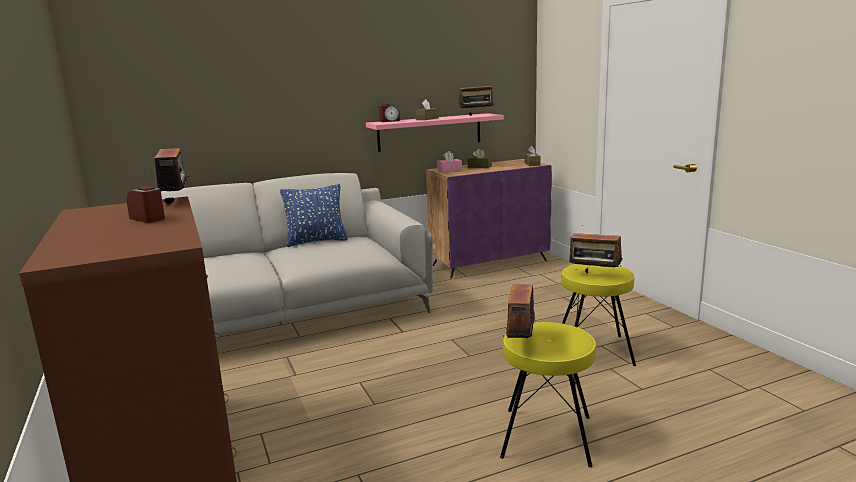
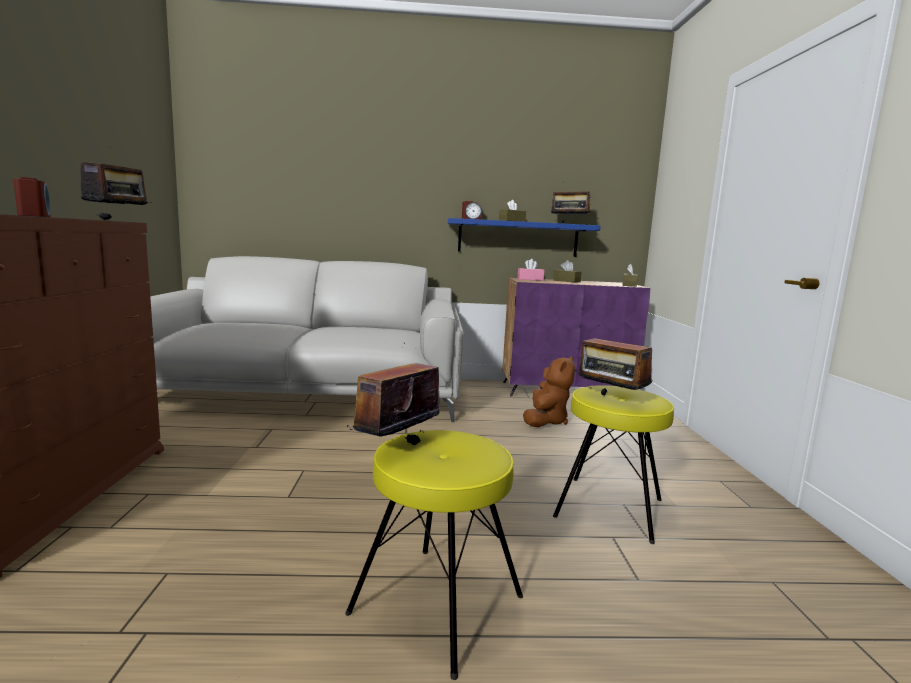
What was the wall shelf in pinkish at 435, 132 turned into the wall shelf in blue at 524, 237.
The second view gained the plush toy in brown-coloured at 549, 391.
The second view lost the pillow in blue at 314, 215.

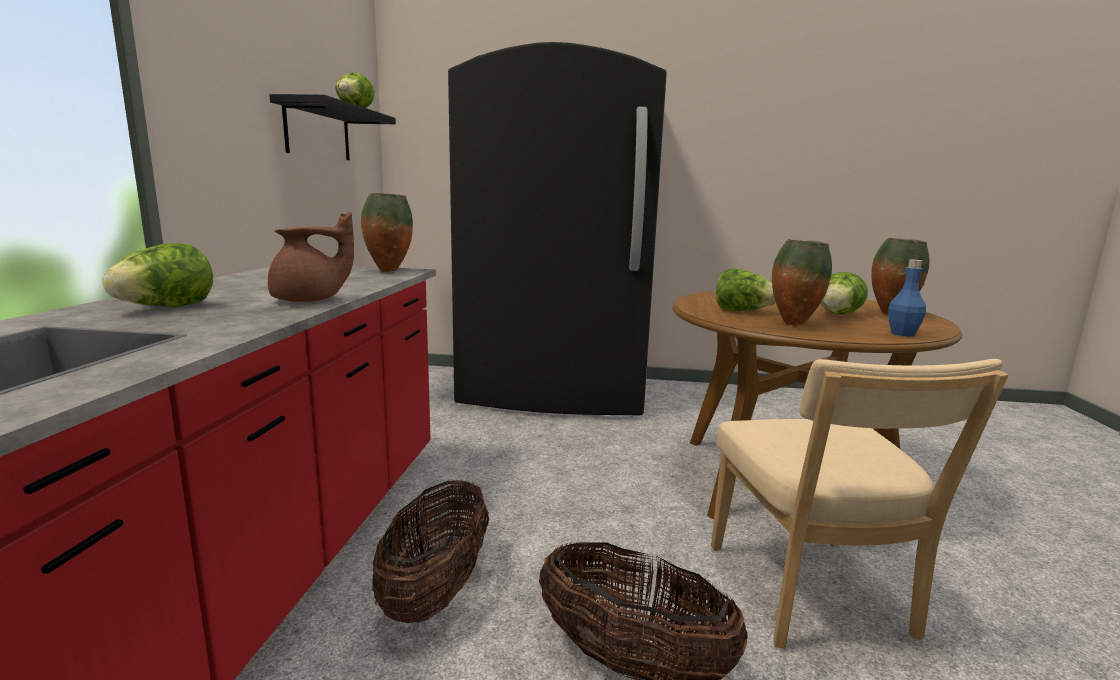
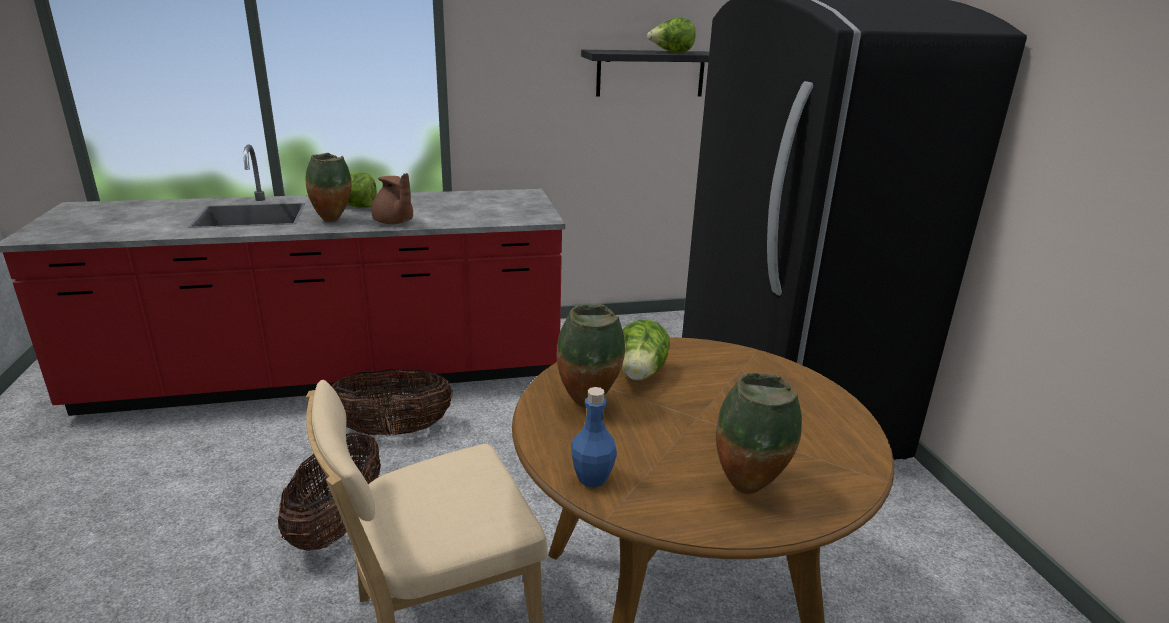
The vase ended up elsewhere, having gone from 387, 232 to 329, 187.
The second view lost the lettuce at 844, 293.

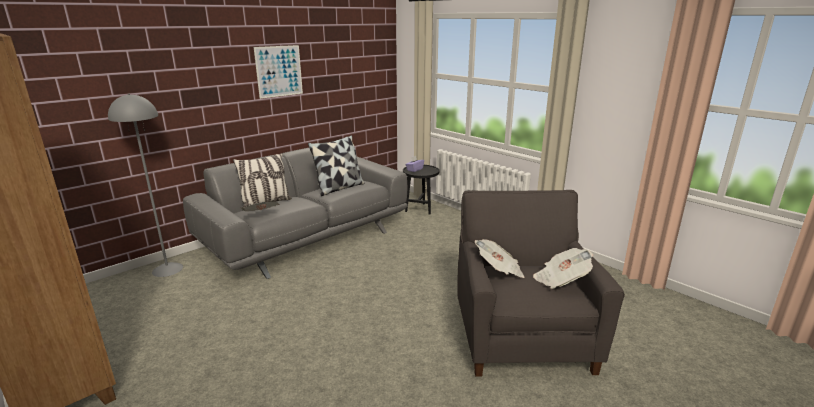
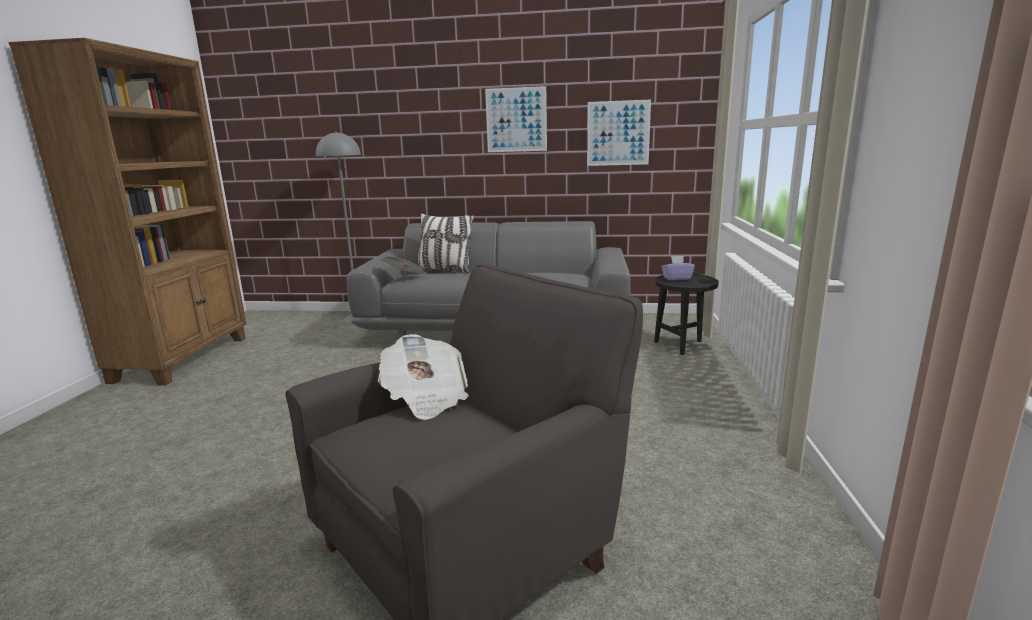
The second view gained the wall art at 619, 132.
The second view lost the pillow at 336, 165.
The second view lost the newspaper at 563, 268.

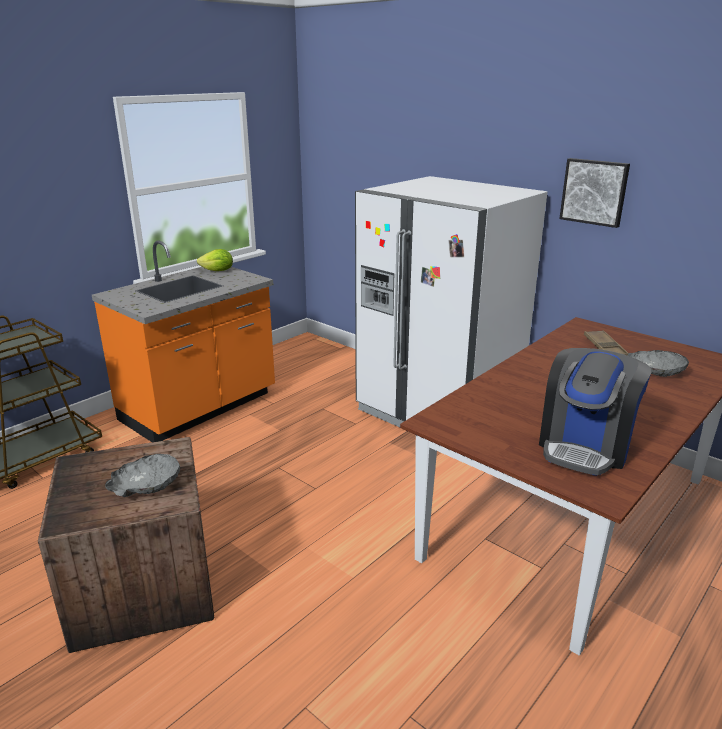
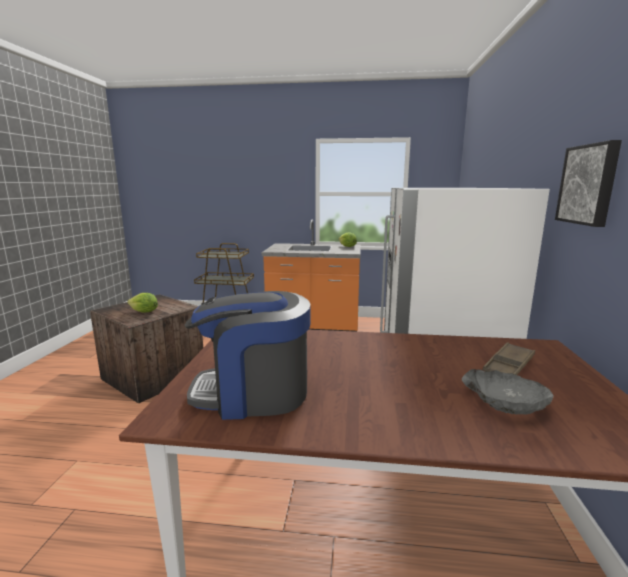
Where the deep dish in greyish stood at 142, 475, the lettuce came to stand at 142, 302.

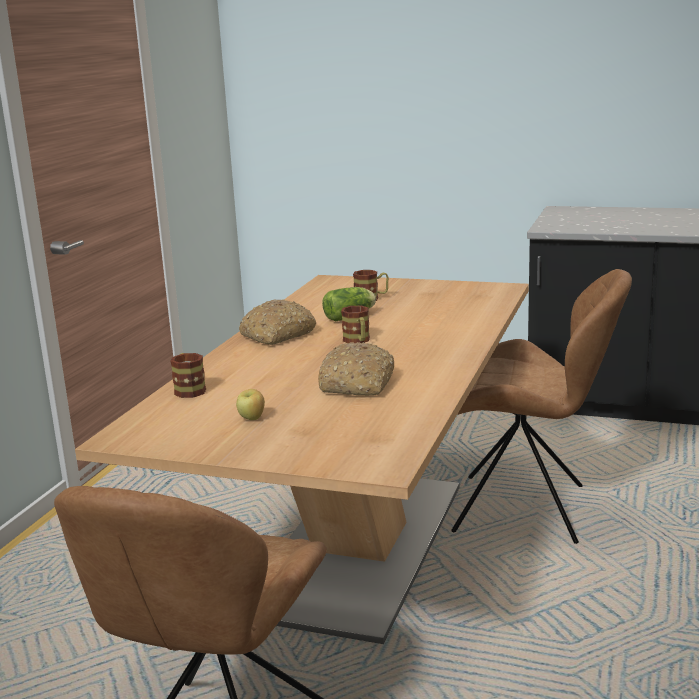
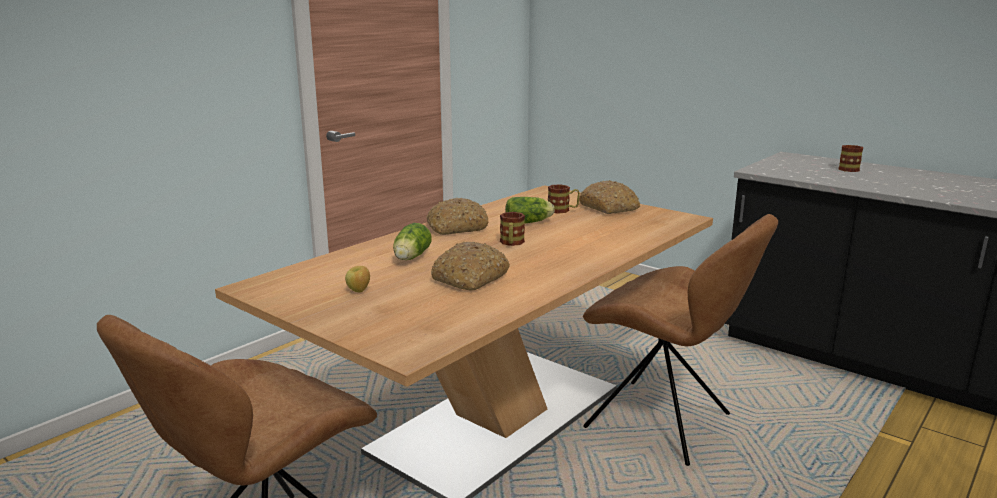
The second view gained the lettuce at 412, 241.
The second view gained the bread at 609, 197.
The tea mug ended up elsewhere, having gone from 188, 375 to 850, 158.

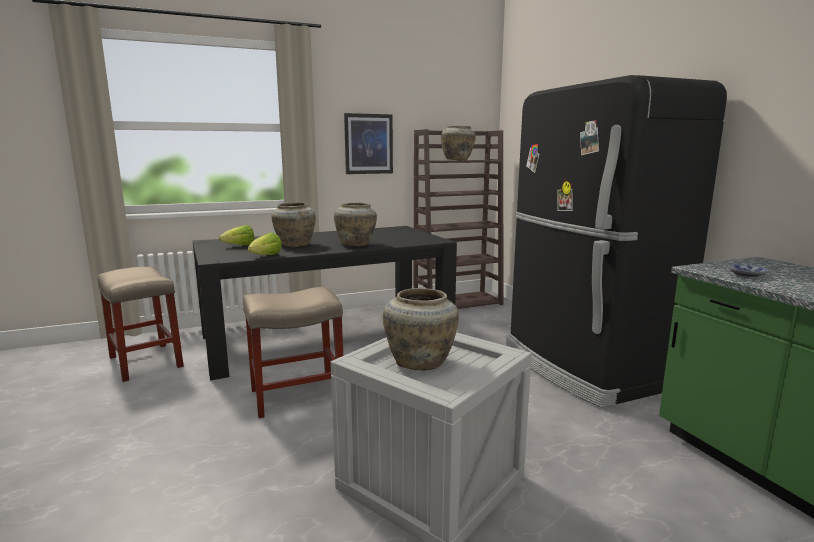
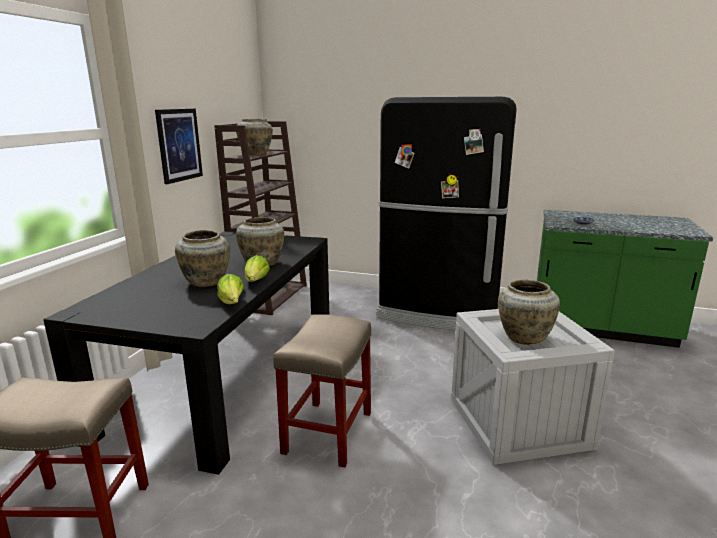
The lettuce ended up elsewhere, having gone from 236, 235 to 257, 268.

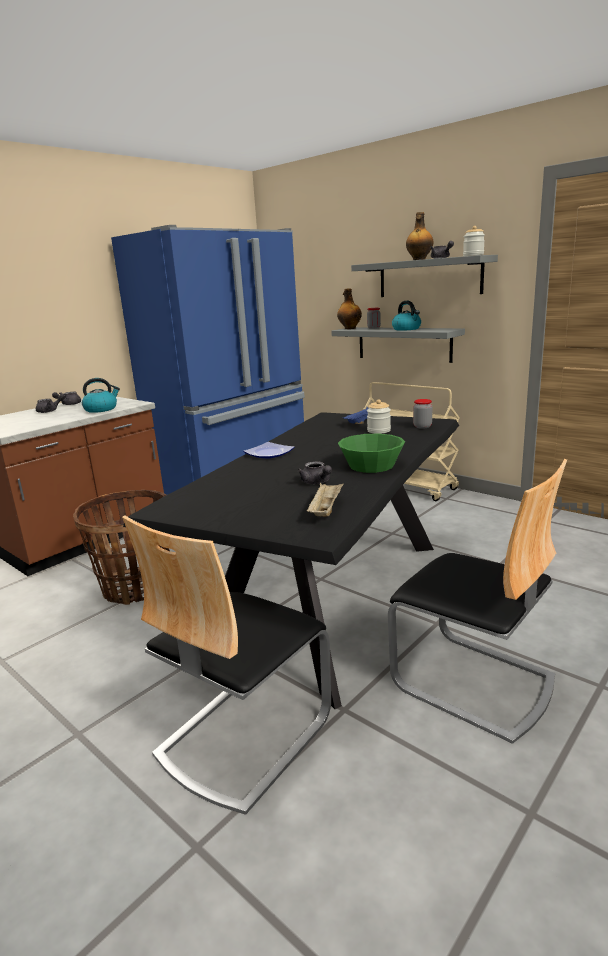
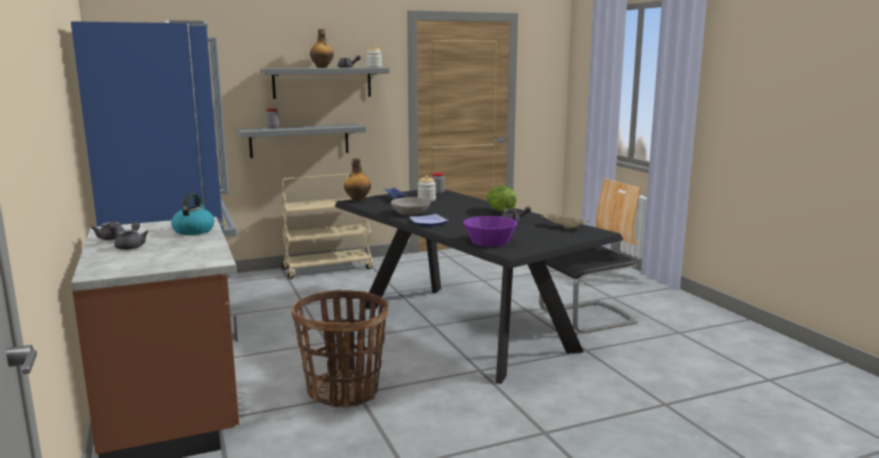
The drink bottle ended up elsewhere, having gone from 349, 308 to 357, 180.
The second view gained the deep dish in greyish at 411, 206.
The second view gained the deep dish in purple-coloured at 491, 231.
Where the deep dish in green stood at 371, 453, the lettuce came to stand at 501, 199.
The second view lost the upright chair at 226, 665.
The second view lost the tea kettle at 406, 316.

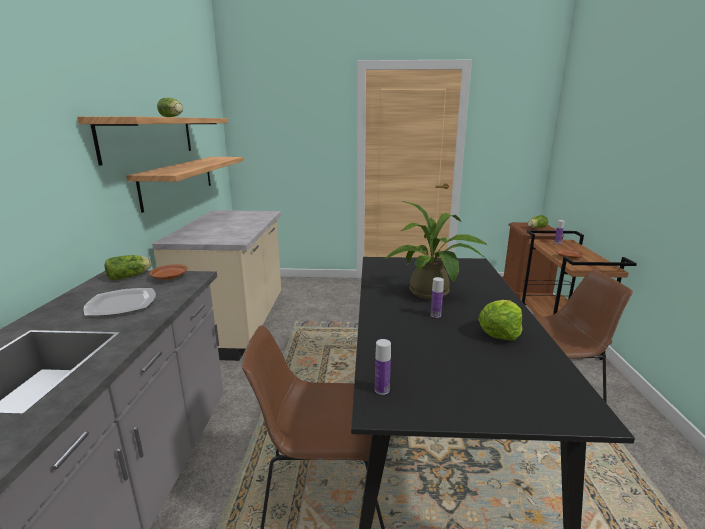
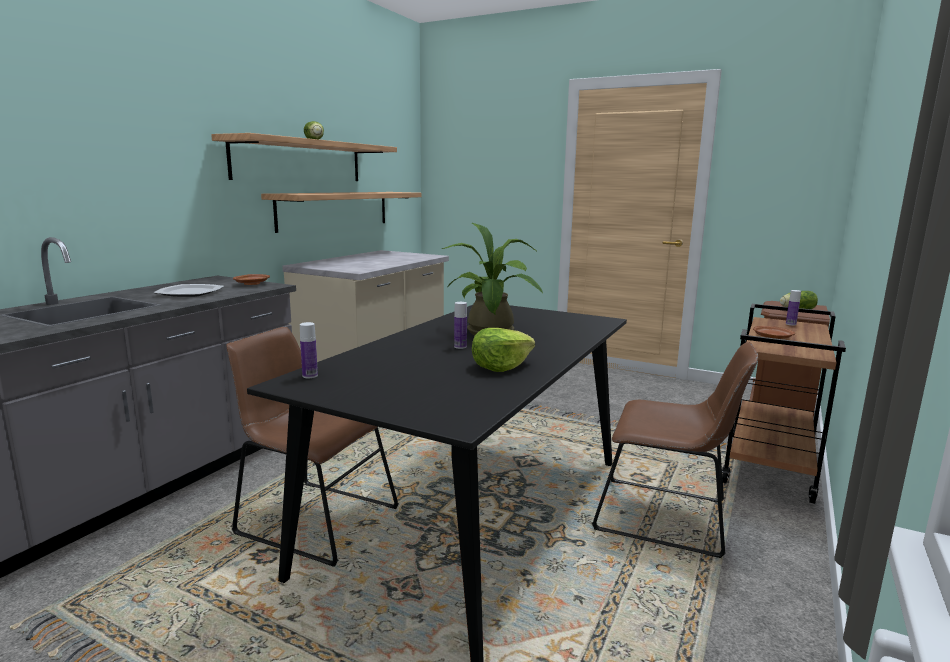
The second view lost the lettuce at 127, 268.

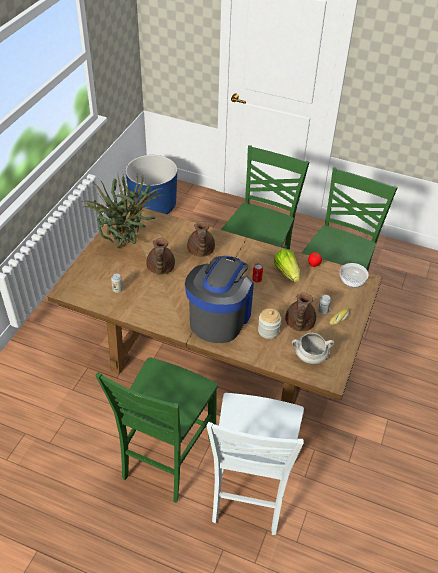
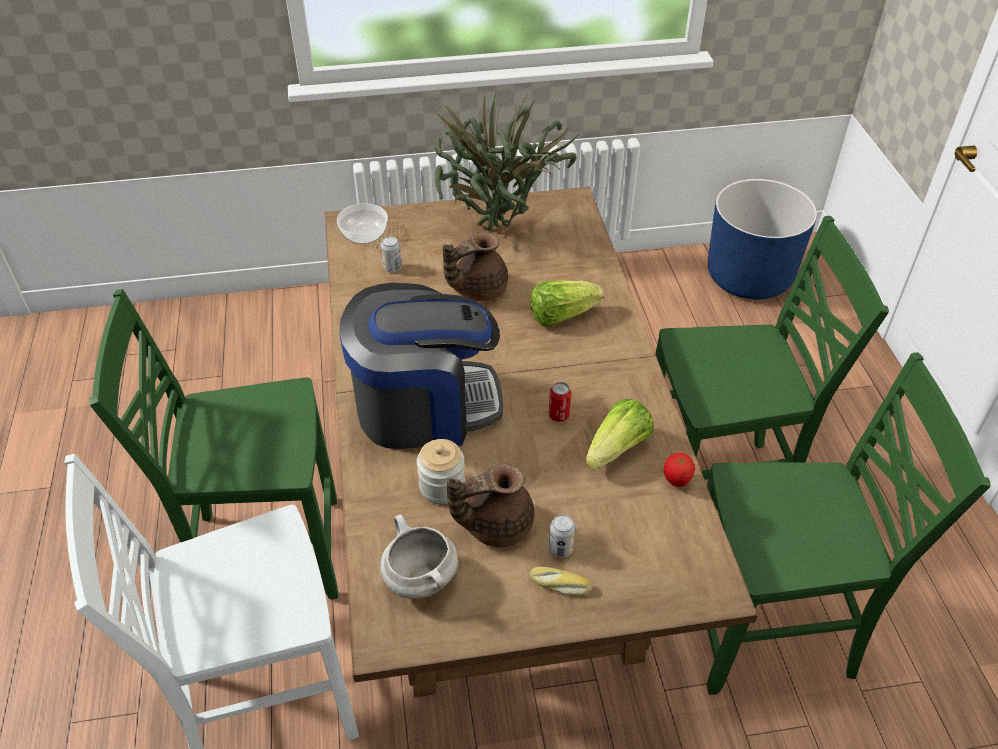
The deep dish ended up elsewhere, having gone from 354, 275 to 362, 223.
Where the tea pot in brown-coloured stood at 201, 239, the lettuce came to stand at 567, 303.

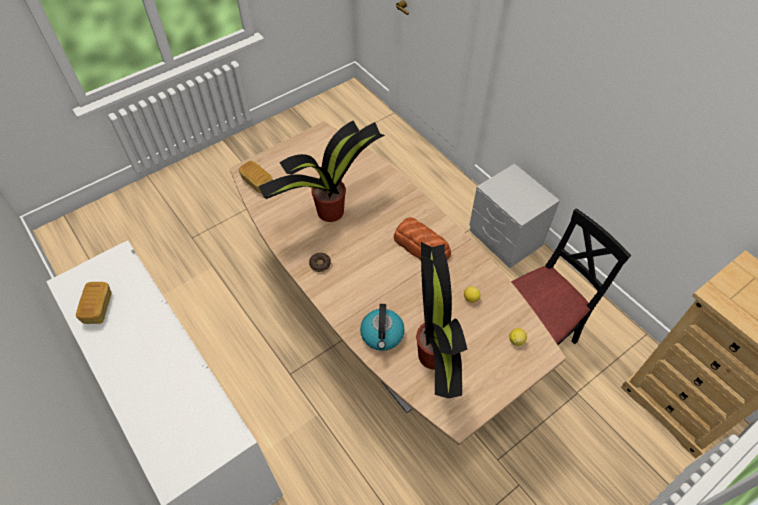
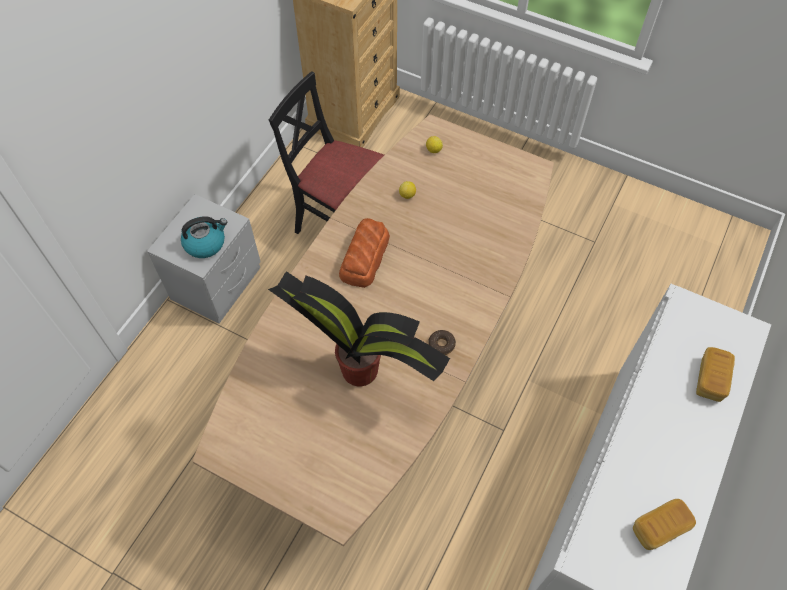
The tea kettle ended up elsewhere, having gone from 382, 327 to 204, 237.
The bread ended up elsewhere, having gone from 256, 177 to 715, 374.
The second view lost the plant in a pot at 441, 320.

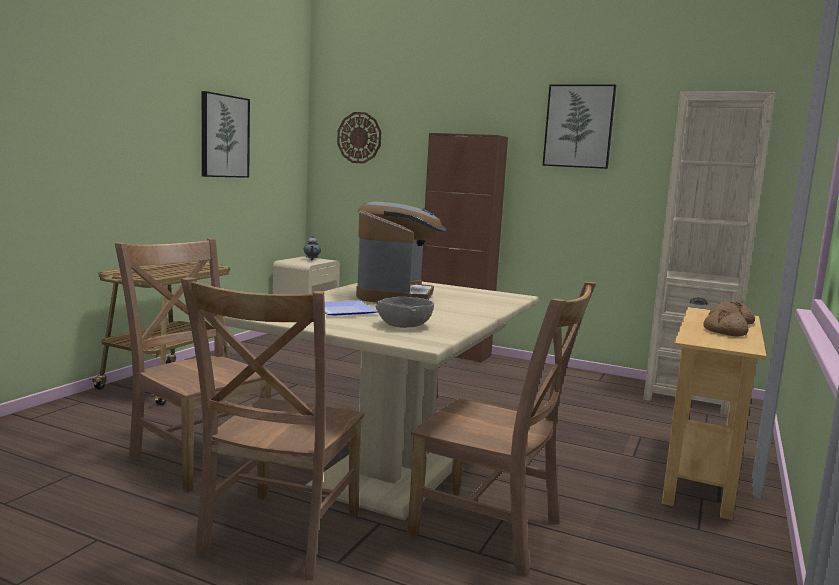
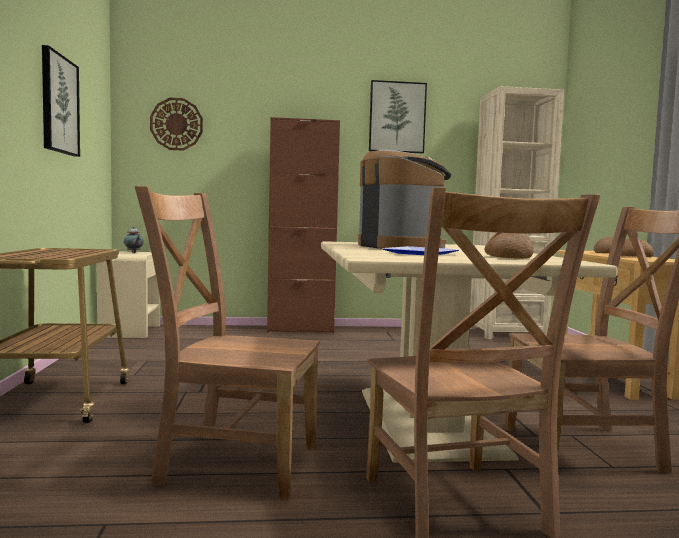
Where the deep dish in greyish stood at 404, 312, the bread came to stand at 508, 246.

